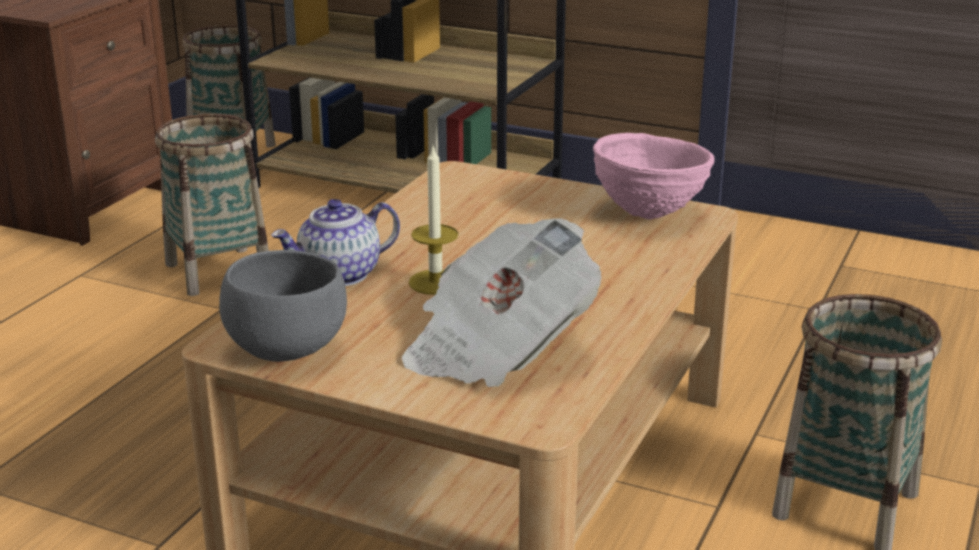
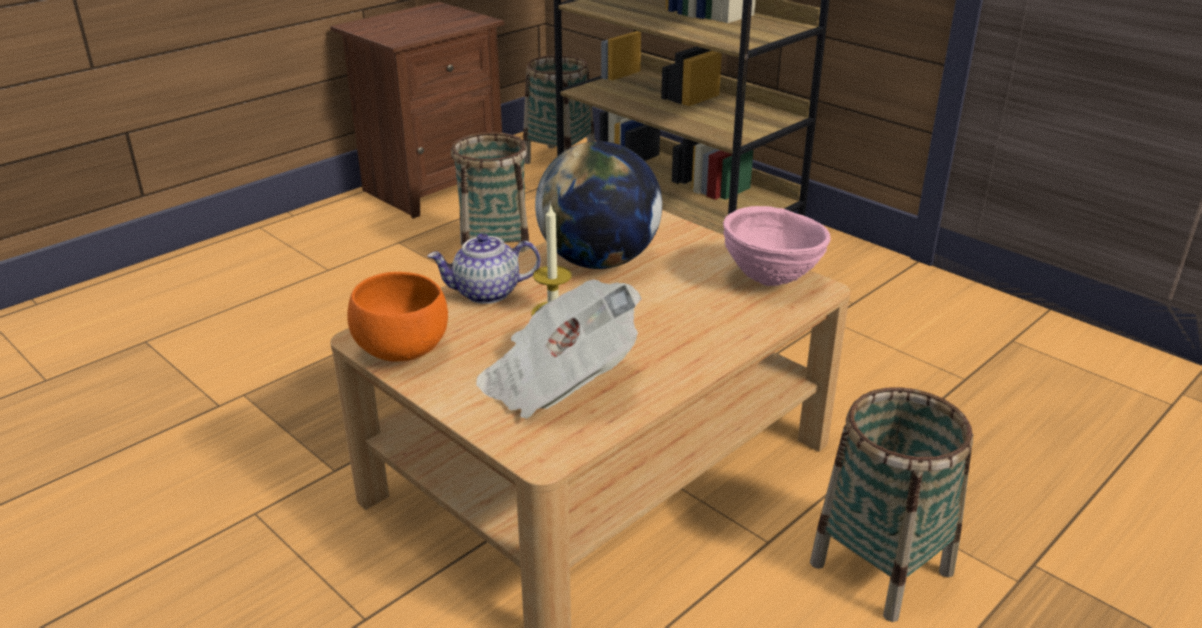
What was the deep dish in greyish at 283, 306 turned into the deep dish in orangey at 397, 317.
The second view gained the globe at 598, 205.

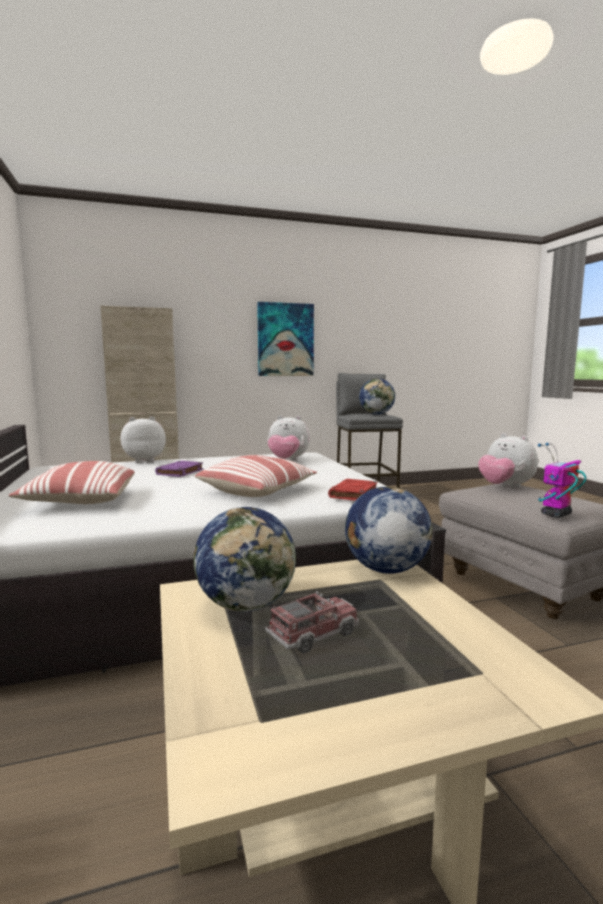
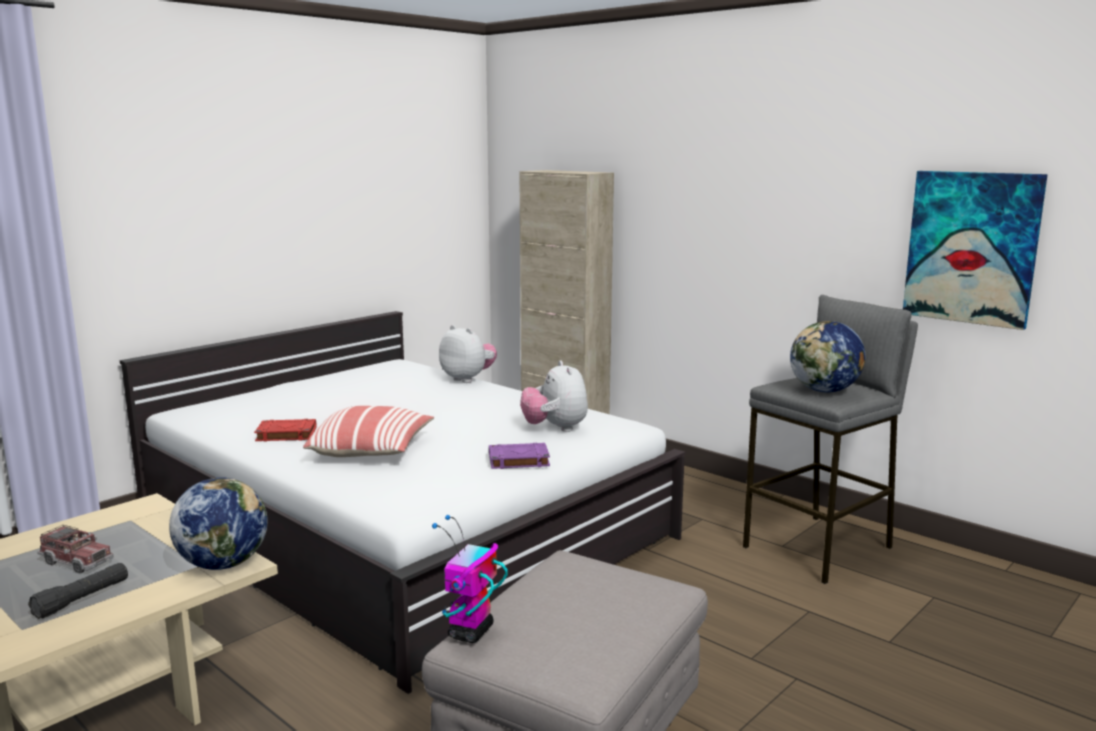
The second view gained the torch in black at 78, 591.
The volume in reddish ended up elsewhere, having gone from 353, 490 to 285, 430.
The toy robot at 562, 480 ended up facing another way, 90 degrees counterclockwise from before.
The volume in purple-coloured ended up elsewhere, having gone from 179, 469 to 519, 456.
The wall art ended up elsewhere, having gone from 285, 339 to 975, 250.
The second view lost the pillow at 72, 482.
The second view lost the globe at 244, 559.
The second view lost the plush toy at 508, 461.

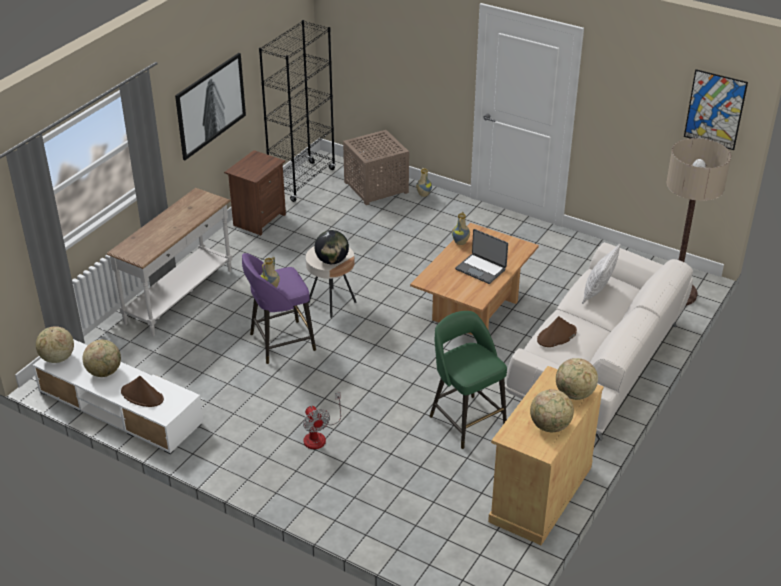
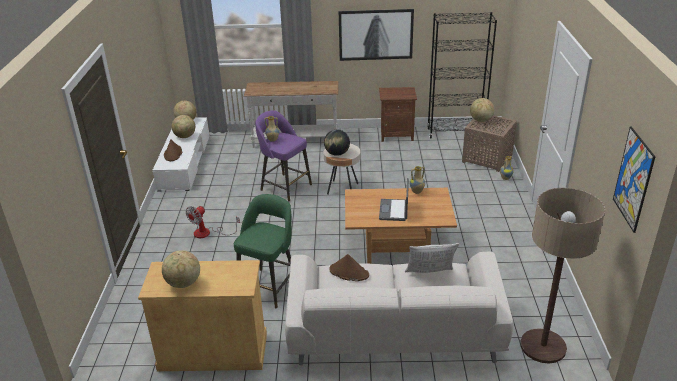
The globe ended up elsewhere, having gone from 577, 379 to 482, 110.

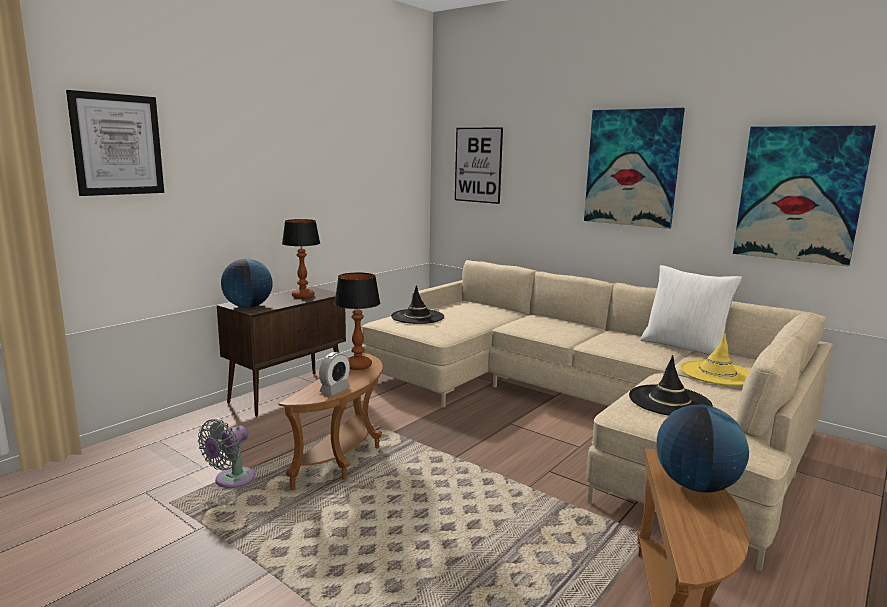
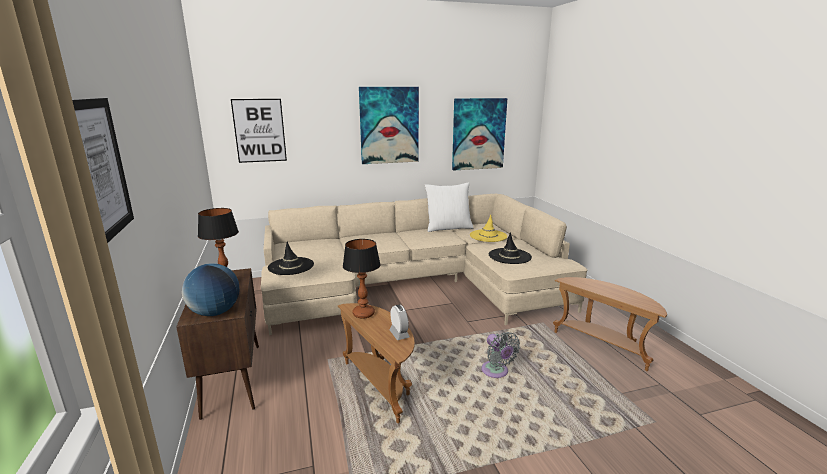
The fan in greyish ended up elsewhere, having gone from 226, 453 to 500, 355.
The second view lost the globe at 703, 448.

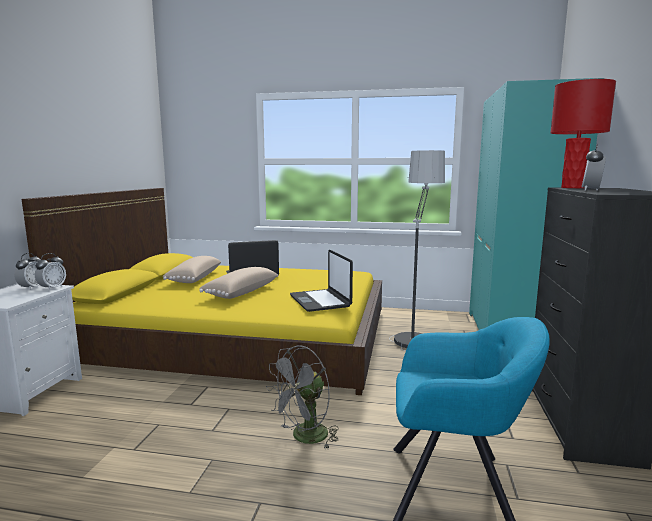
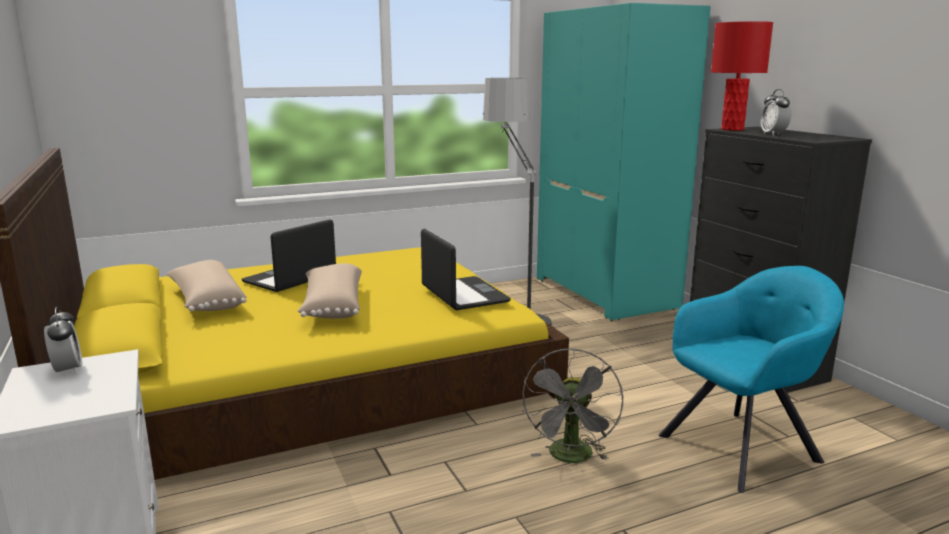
The portable computer at 321, 281 ended up facing another way, 150 degrees counterclockwise from before.
The second view lost the table clock at 50, 272.

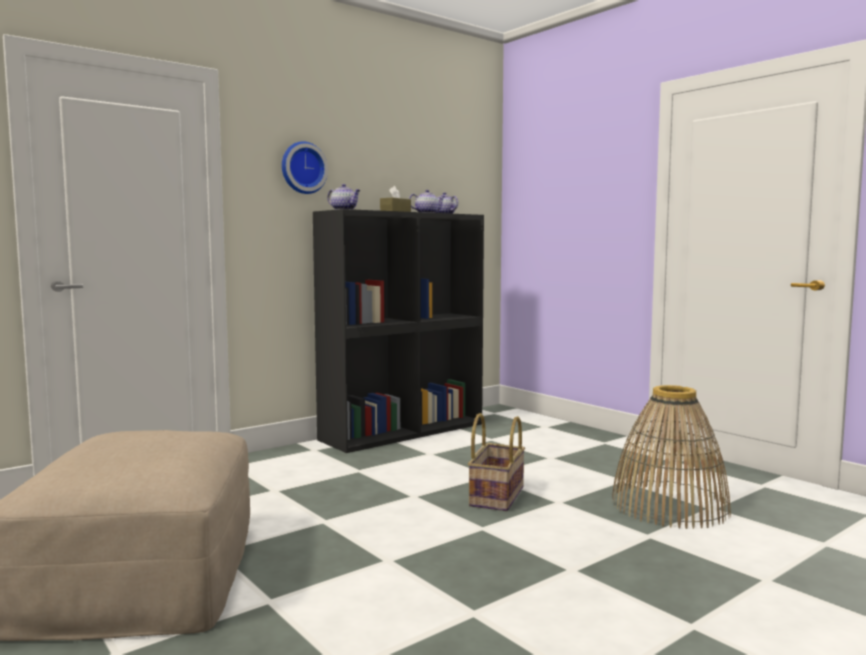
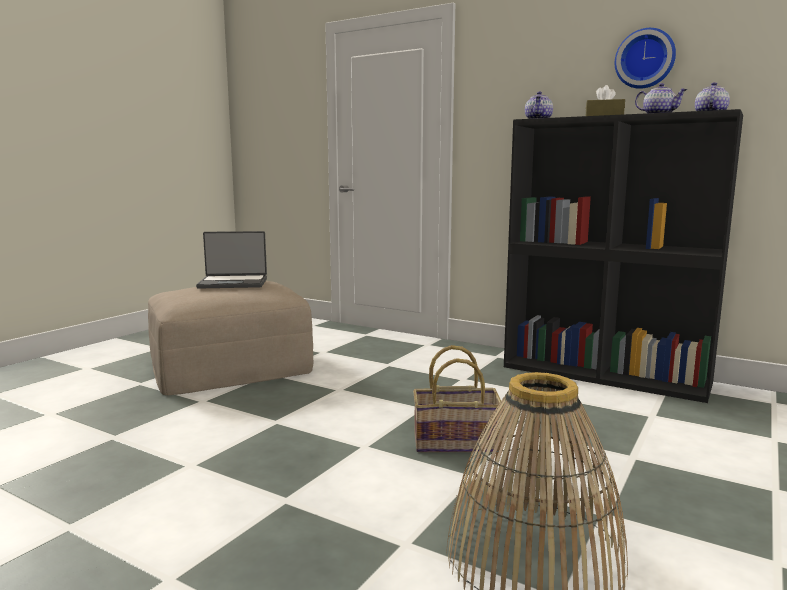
The second view gained the portable computer at 231, 260.
The clock on the wall ended up elsewhere, having gone from 305, 167 to 645, 58.

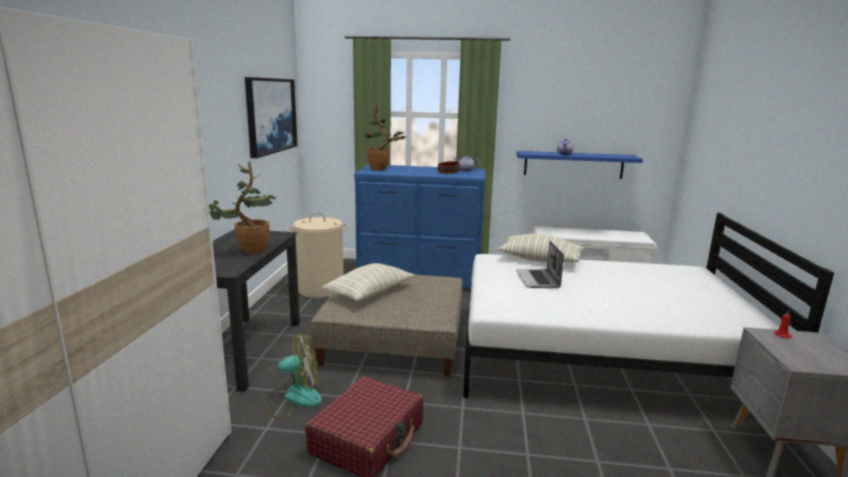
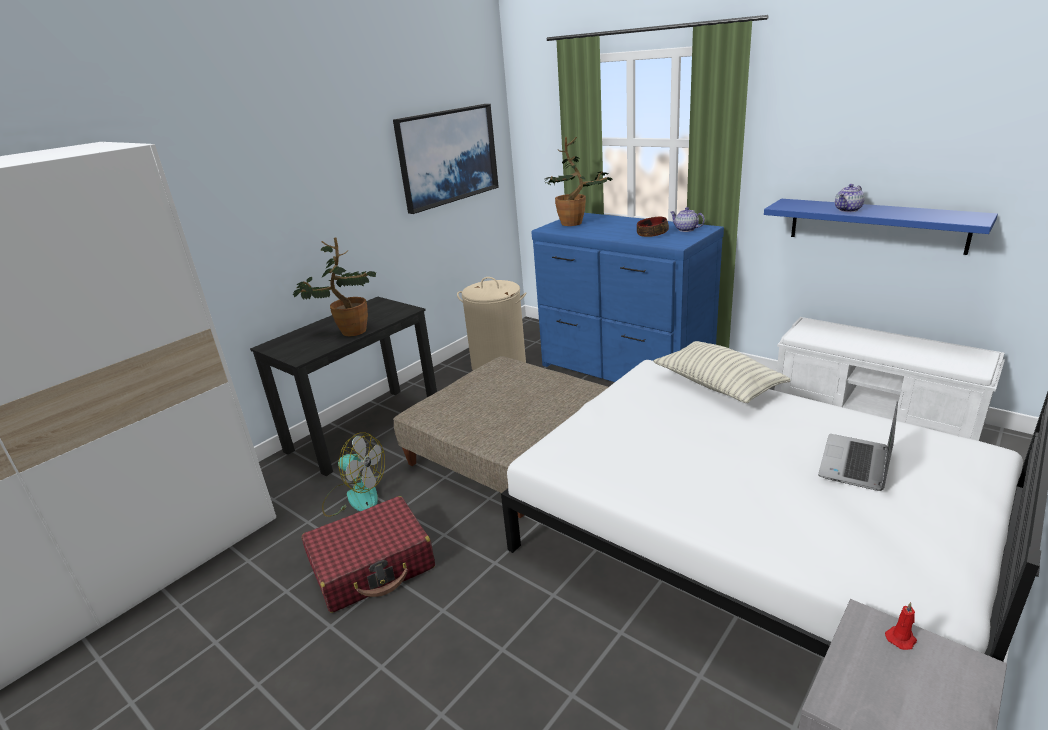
The portable computer ended up elsewhere, having gone from 540, 264 to 858, 446.
The second view lost the pillow at 368, 282.

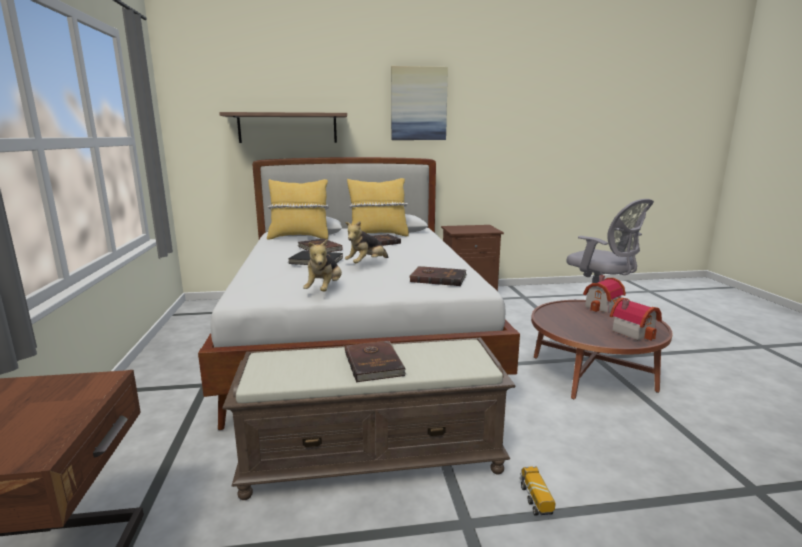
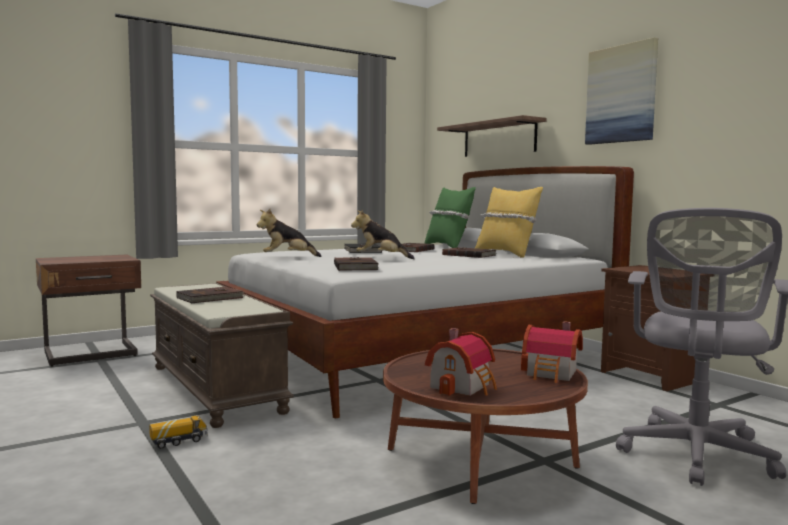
What was the pillow in yellow at 298, 209 turned into the pillow in green at 450, 217.

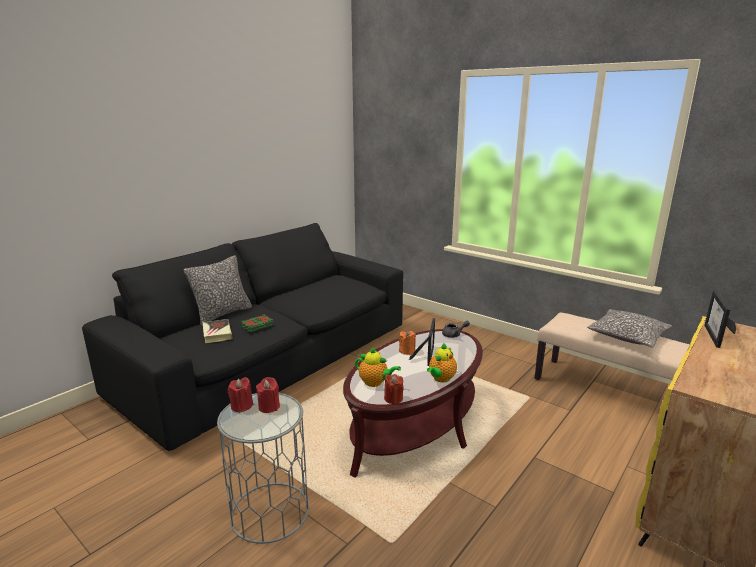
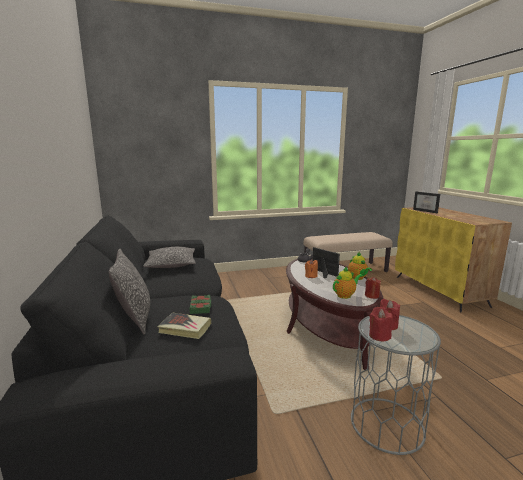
The pillow ended up elsewhere, having gone from 629, 328 to 169, 257.

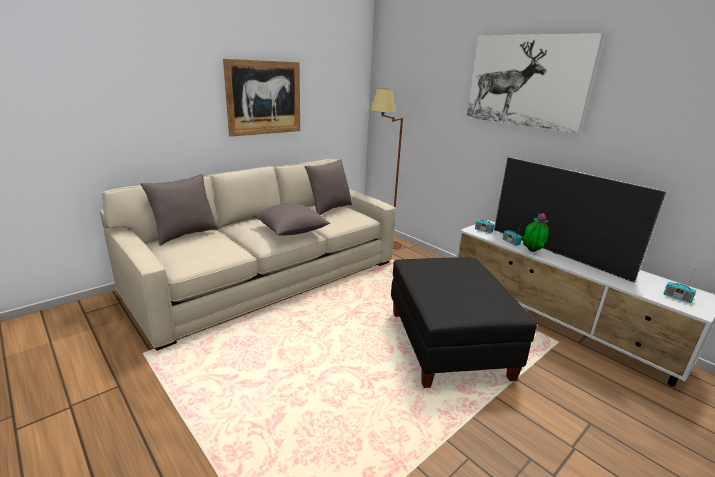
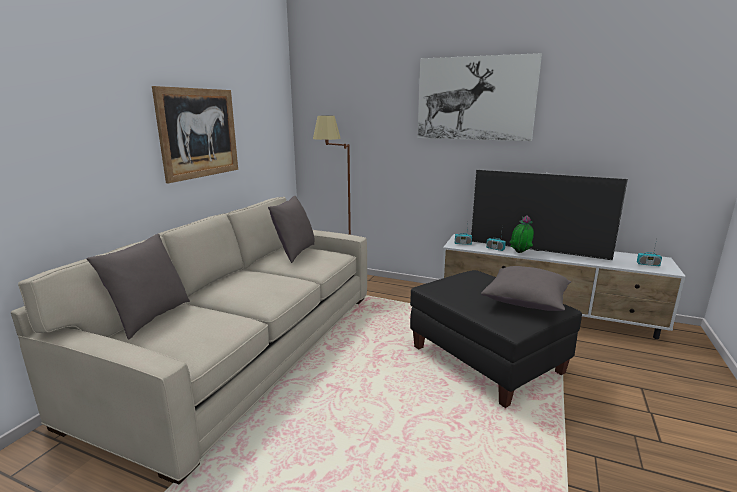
The pillow in greyish ended up elsewhere, having gone from 291, 219 to 526, 288.

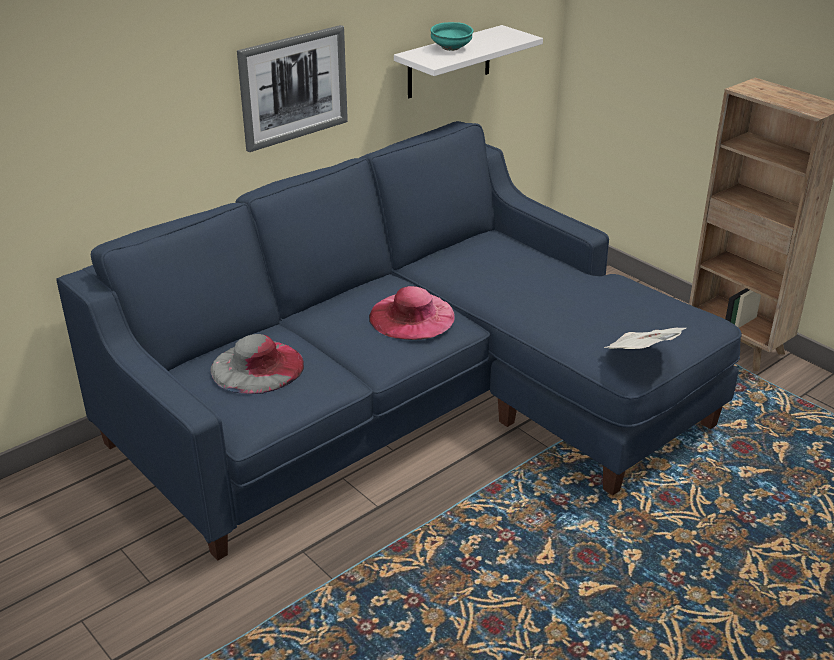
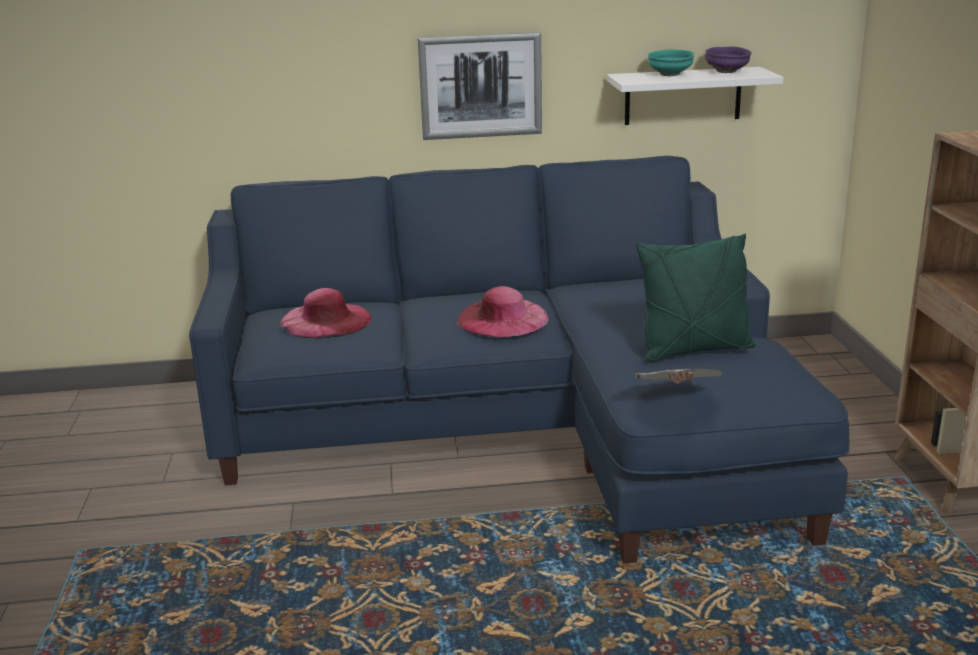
What was the wearable hat in greyish at 257, 364 turned into the wearable hat in pinkish at 325, 313.
The second view gained the pillow in green at 696, 298.
The second view gained the deep dish in purple-coloured at 728, 60.

